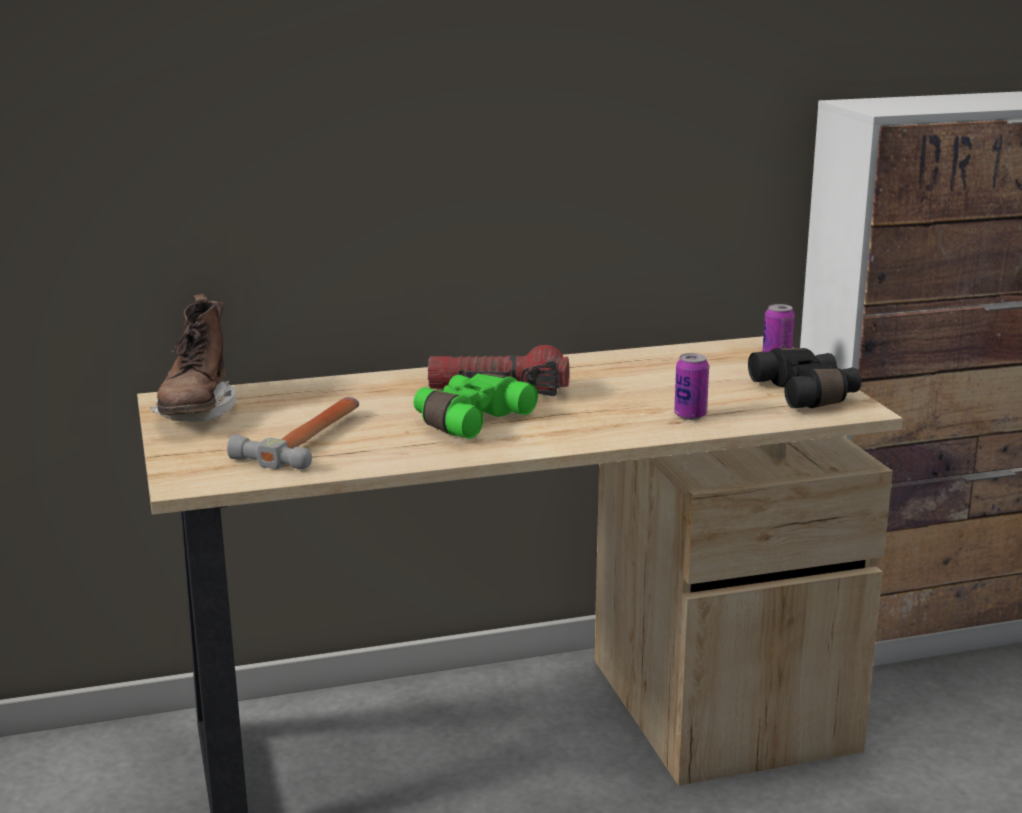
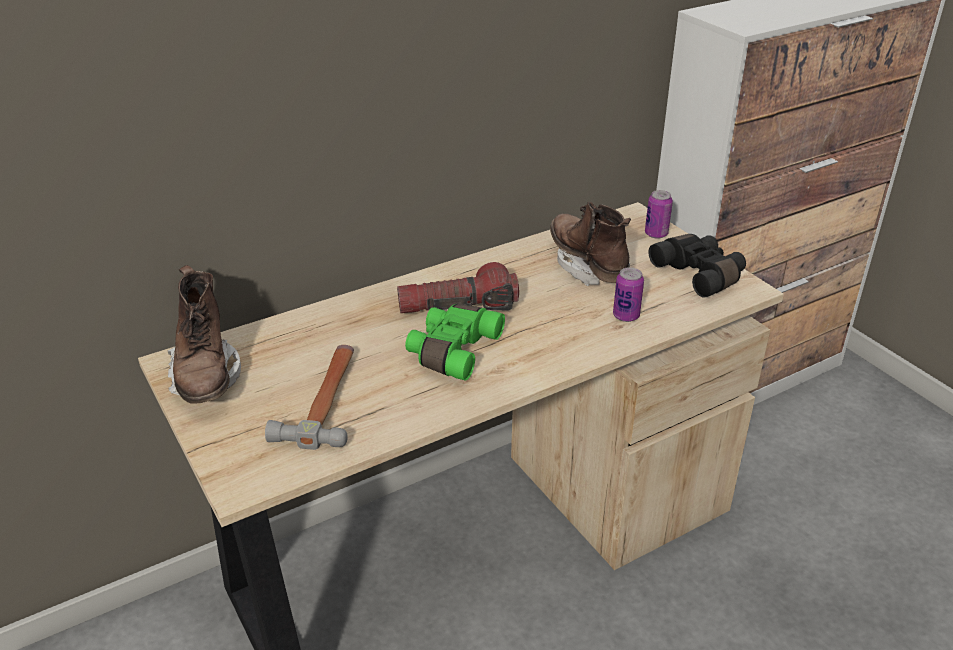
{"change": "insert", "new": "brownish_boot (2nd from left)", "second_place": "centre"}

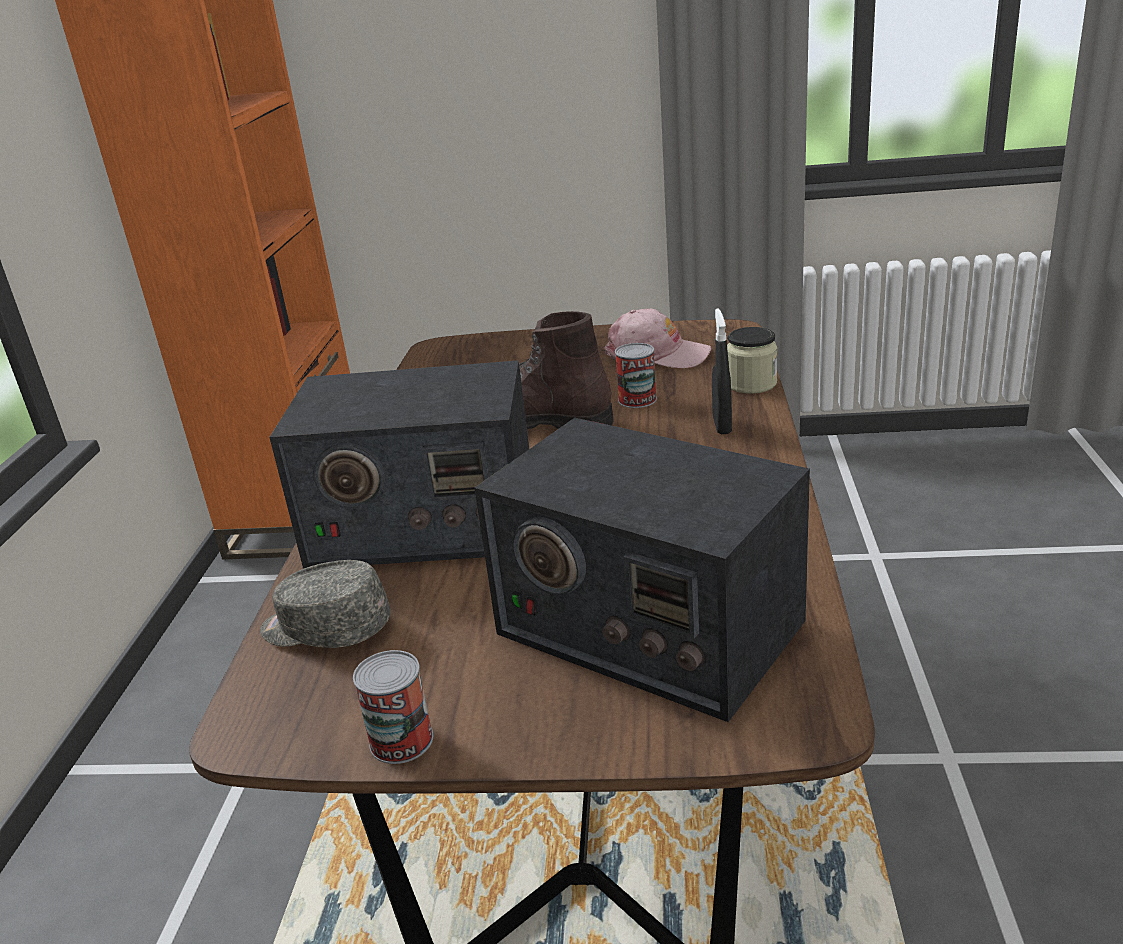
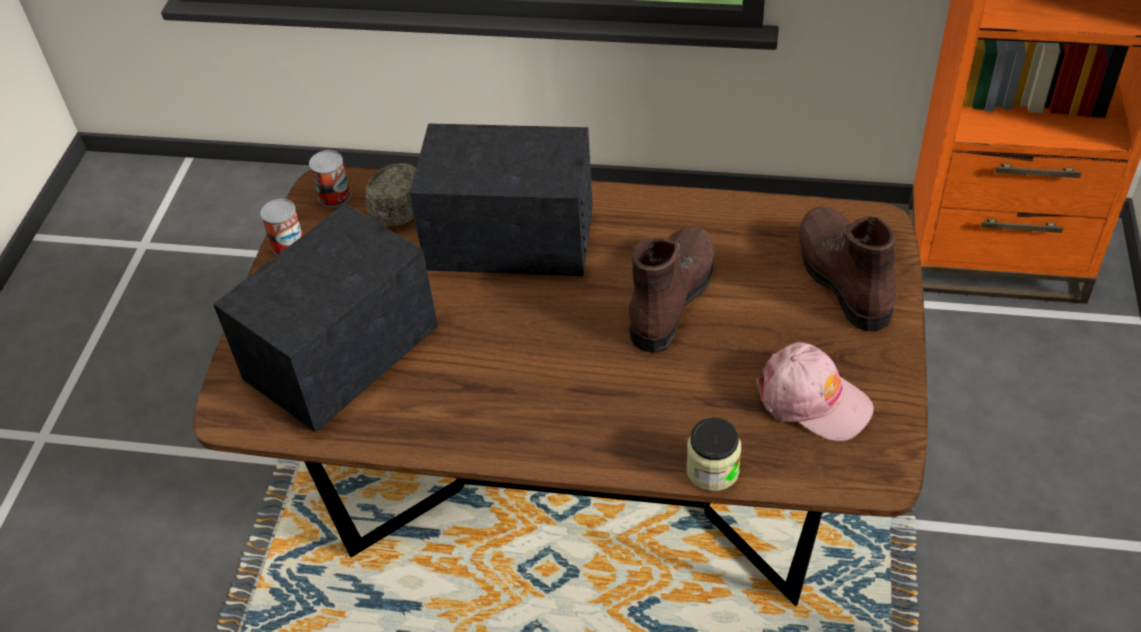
{"change": "rotate", "old": "pink_cap", "first_place": "centre", "second_place": "middle right", "degrees": -75}
{"change": "delete", "old": "blackish_sprayer", "first_place": "centre"}
{"change": "move", "old": "sealed_can (2nd from left)", "first_place": "centre", "second_place": "top left"}
{"change": "rotate", "old": "radio_receiver (1st from left in the first image)", "first_place": "centre", "second_place": "top centre", "degrees": 90}
{"change": "insert", "new": "brownish_boot (2nd from left)", "second_place": "middle right"}

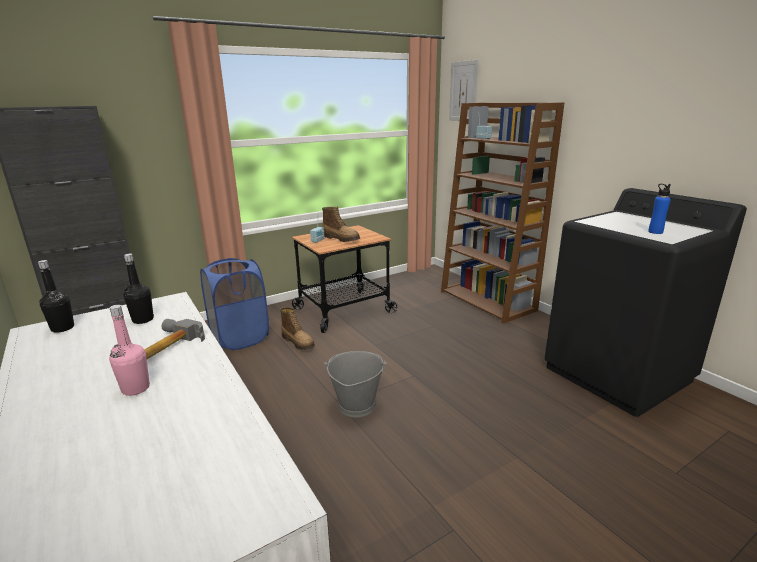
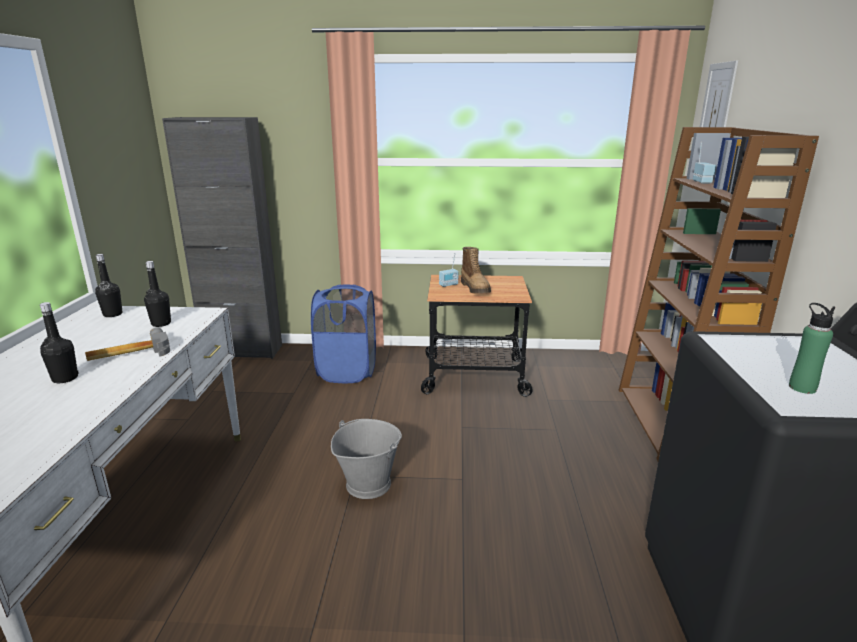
{"change": "recolor", "old": "blue-coloured_drink_bottle", "new": "greenish_drink_bottle", "first_place": "middle right", "second_place": "middle right"}
{"change": "recolor", "old": "pink_drink_bottle", "new": "blackish_drink_bottle (1st from left)", "first_place": "middle left", "second_place": "middle left"}
{"change": "delete", "old": "boot (1st from left)", "first_place": "centre"}

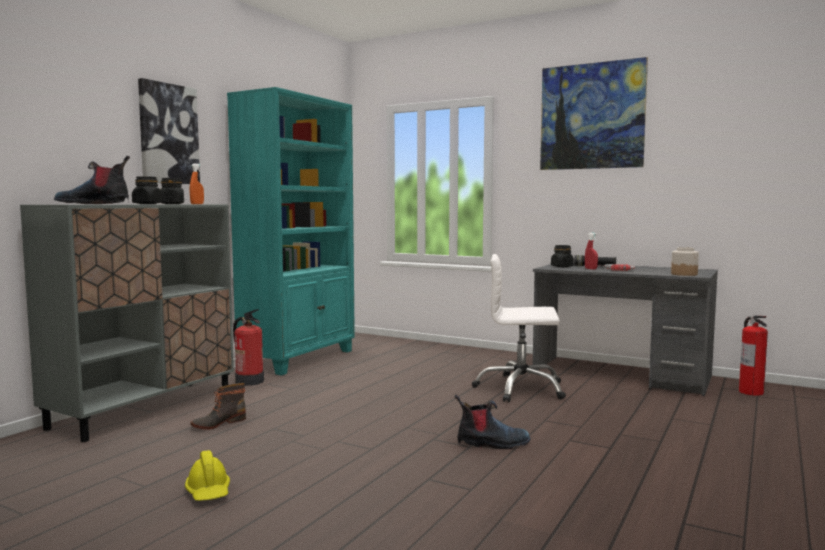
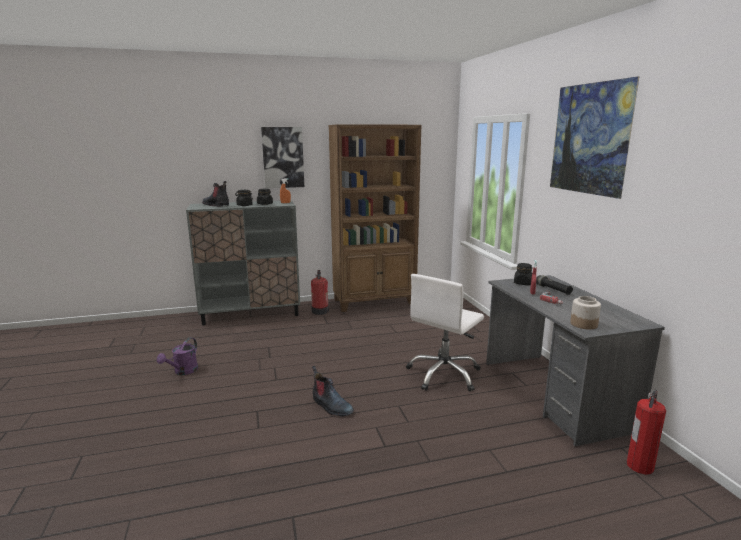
{"change": "recolor", "old": "blue-green_shelving_unit", "new": "brownish_shelving_unit", "first_place": "centre", "second_place": "centre"}
{"change": "rotate", "old": "white-coloured_computer_chair", "first_place": "centre", "second_place": "centre", "degrees": -105}
{"change": "delete", "old": "boot (2nd from left)", "first_place": "bottom left"}
{"change": "replace", "old": "yellow_hard_hat", "new": "purple_watering_can", "first_place": "bottom left", "second_place": "middle left"}

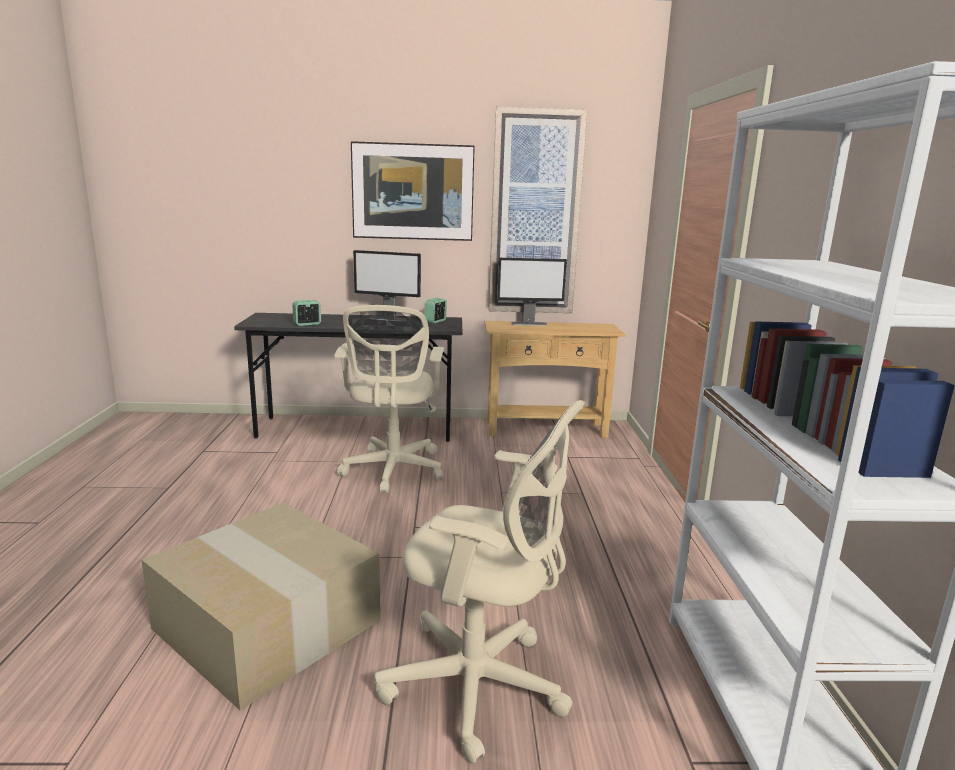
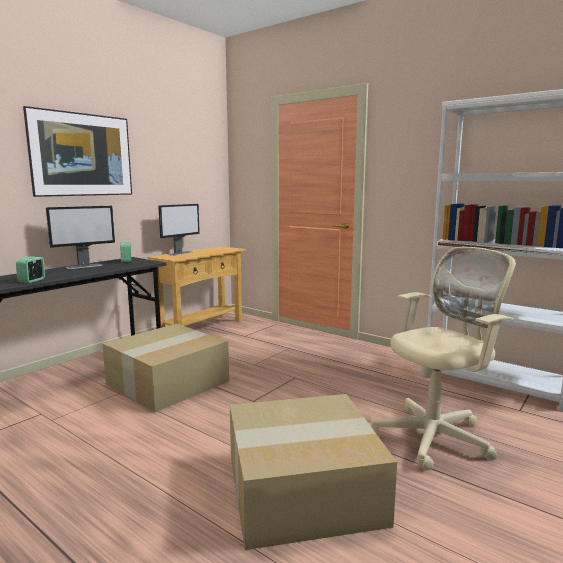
{"change": "delete", "old": "picture (2nd from left)", "first_place": "top centre"}
{"change": "replace", "old": "beige-coloured_computer_chair (1st from left)", "new": "packing_box (1st from left)", "first_place": "centre", "second_place": "middle left"}

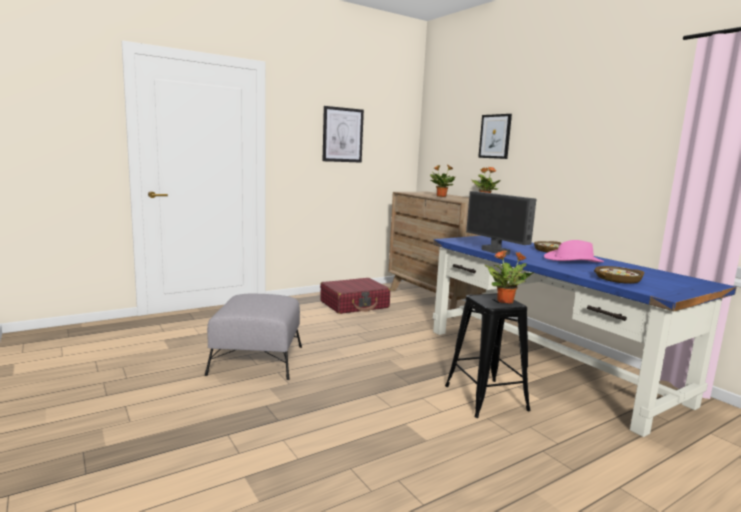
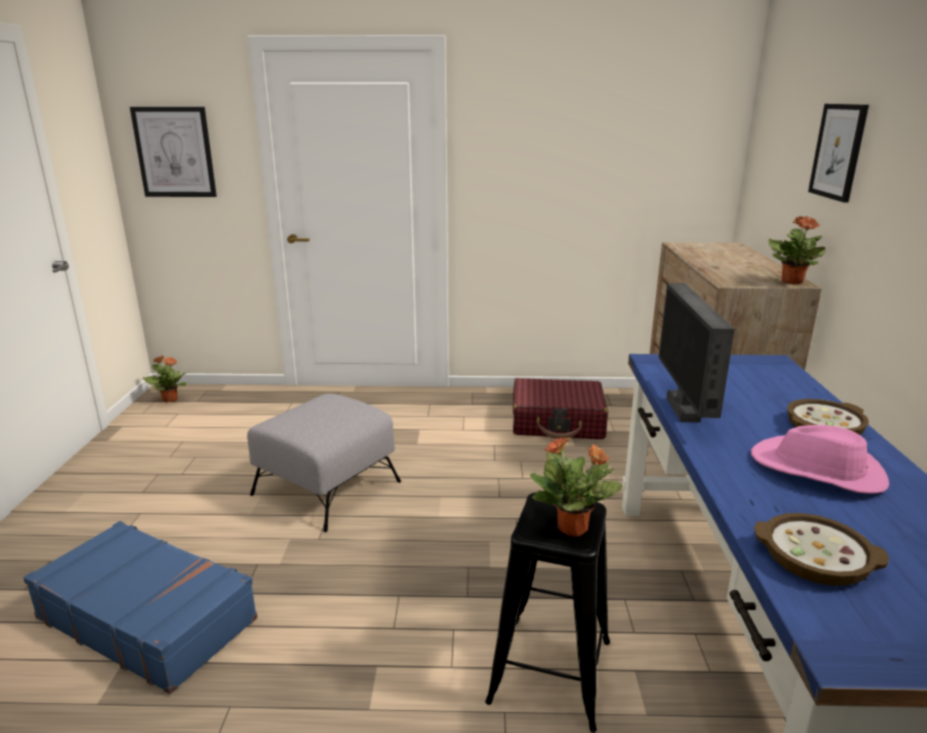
{"change": "move", "old": "picture (1st from left)", "first_place": "top centre", "second_place": "top left"}
{"change": "move", "old": "plant_in_a_pot (1st from left)", "first_place": "centre", "second_place": "middle left"}
{"change": "insert", "new": "blue-coloured_piece_of_luggage", "second_place": "bottom left"}

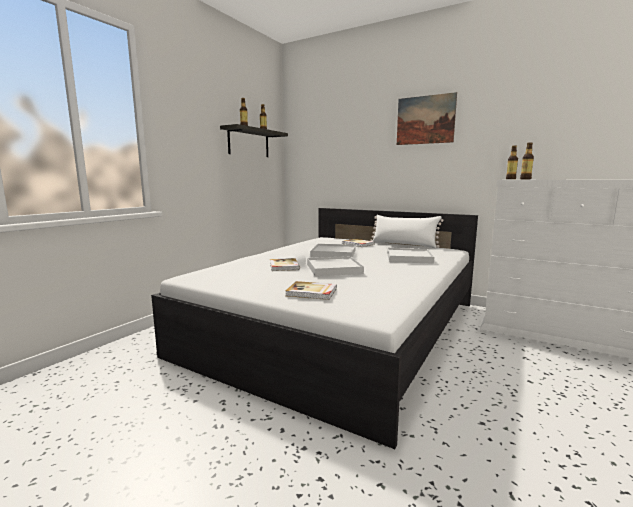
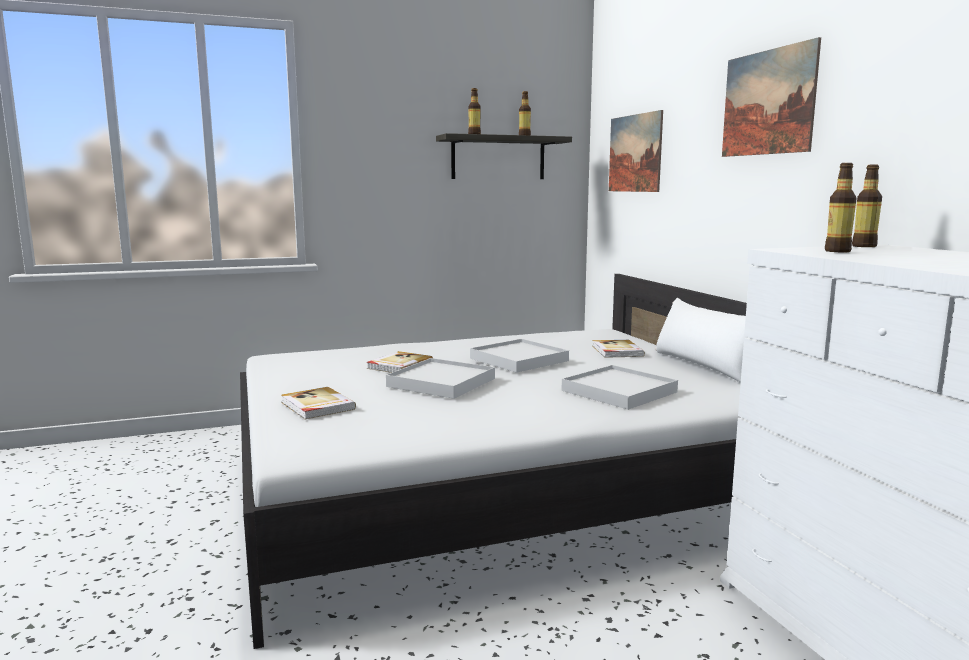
{"change": "insert", "new": "picture (1st from left)", "second_place": "top centre"}

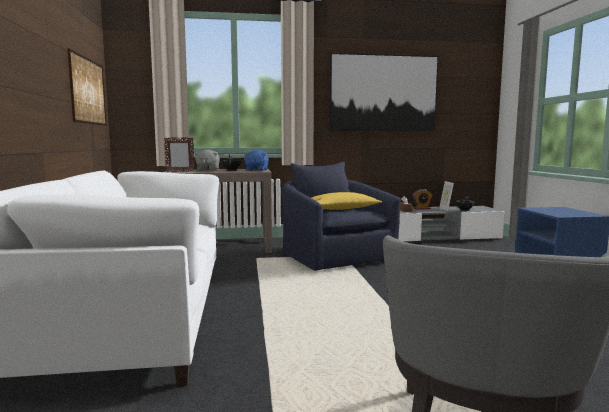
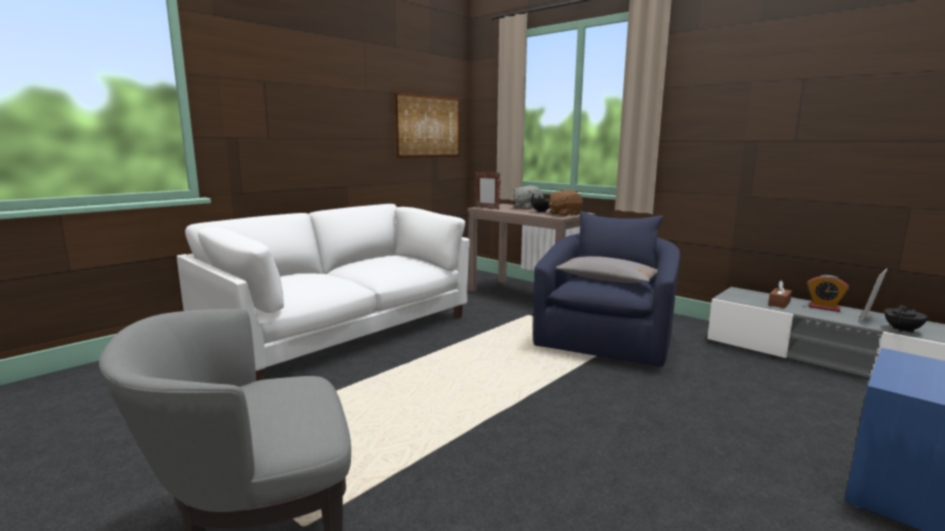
{"change": "delete", "old": "picture (2nd from left)", "first_place": "top centre"}
{"change": "recolor", "old": "blue-coloured_plush_toy", "new": "brownish_plush_toy", "first_place": "centre", "second_place": "centre"}
{"change": "recolor", "old": "yellow_cushion", "new": "greyish_cushion", "first_place": "centre", "second_place": "centre"}

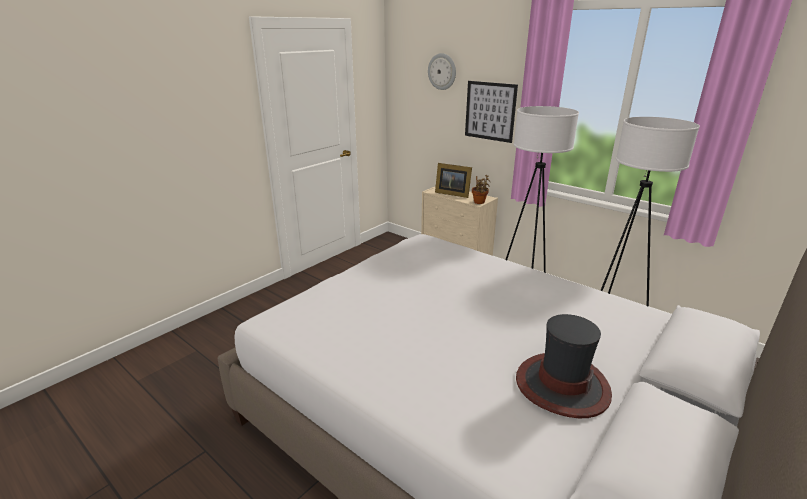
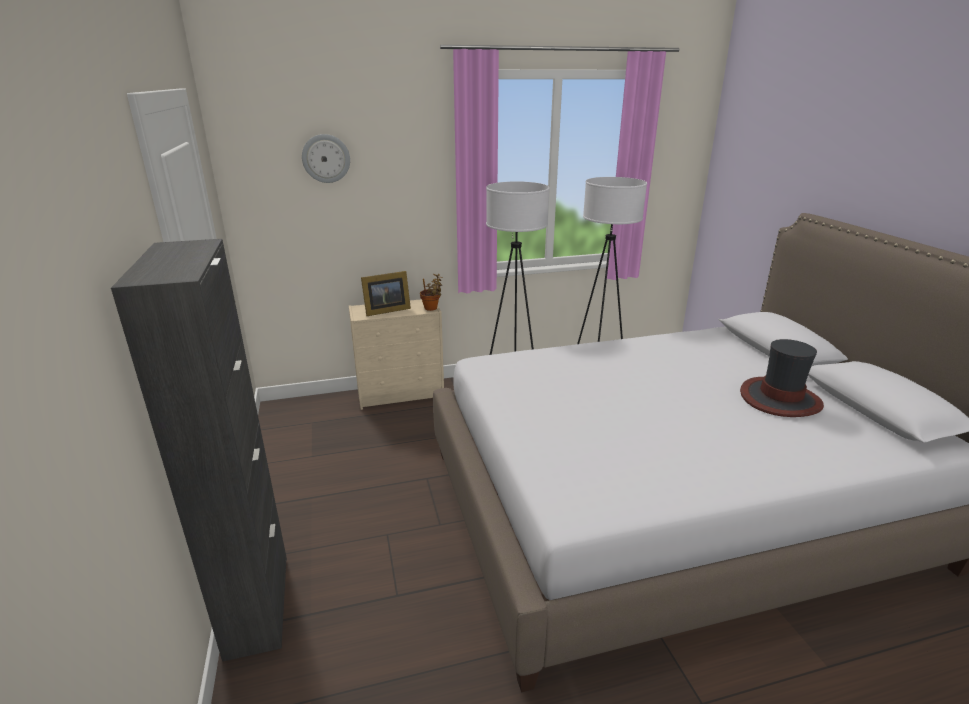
{"change": "delete", "old": "picture", "first_place": "top centre"}
{"change": "insert", "new": "blackish_cabinet", "second_place": "middle left"}

